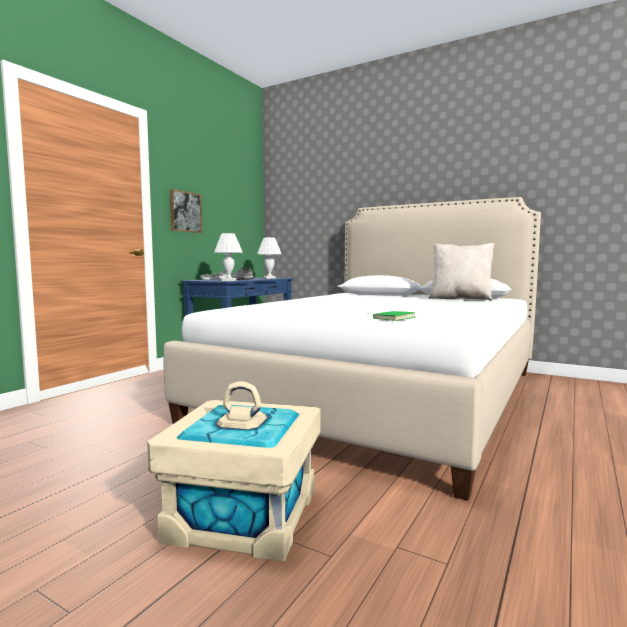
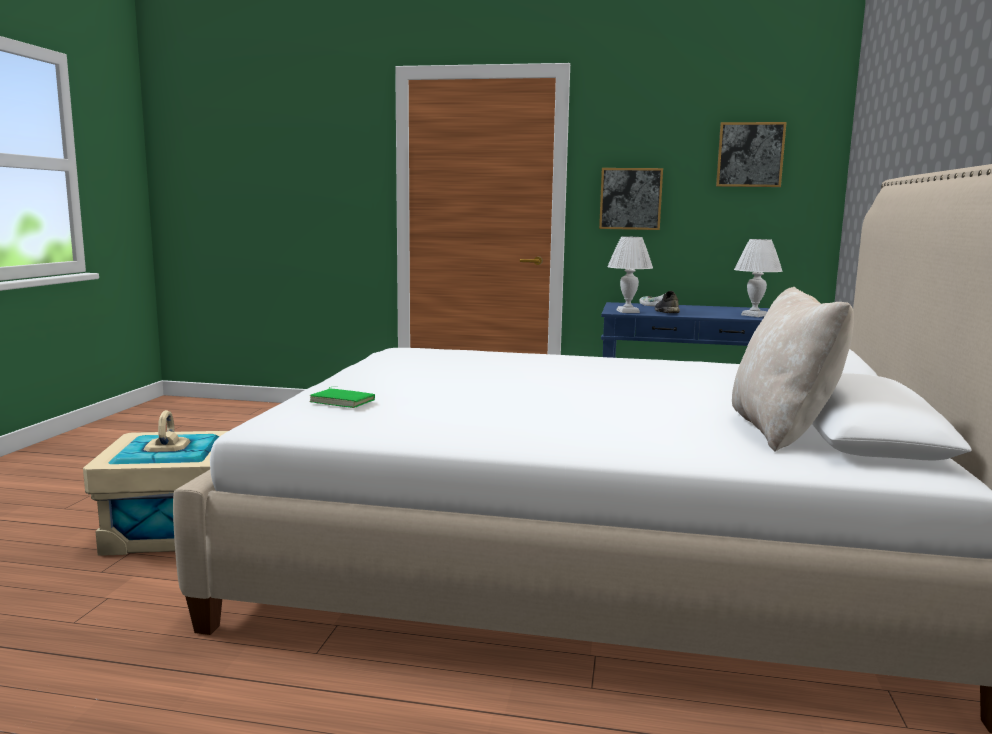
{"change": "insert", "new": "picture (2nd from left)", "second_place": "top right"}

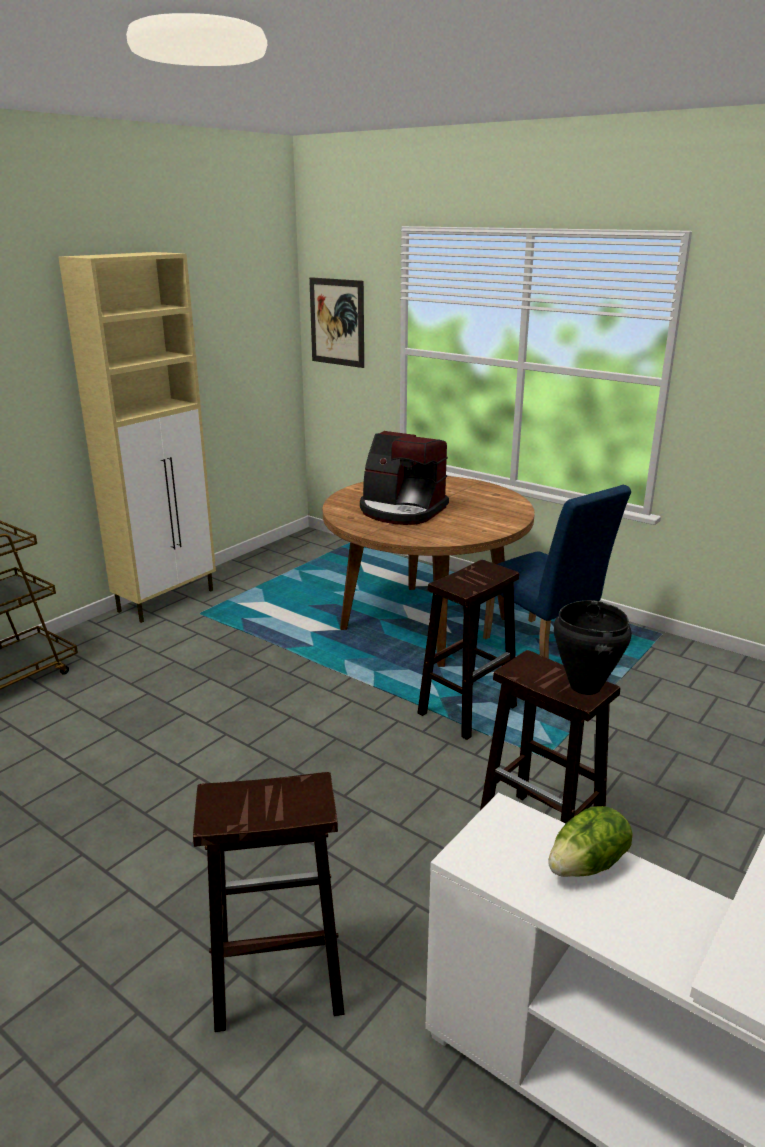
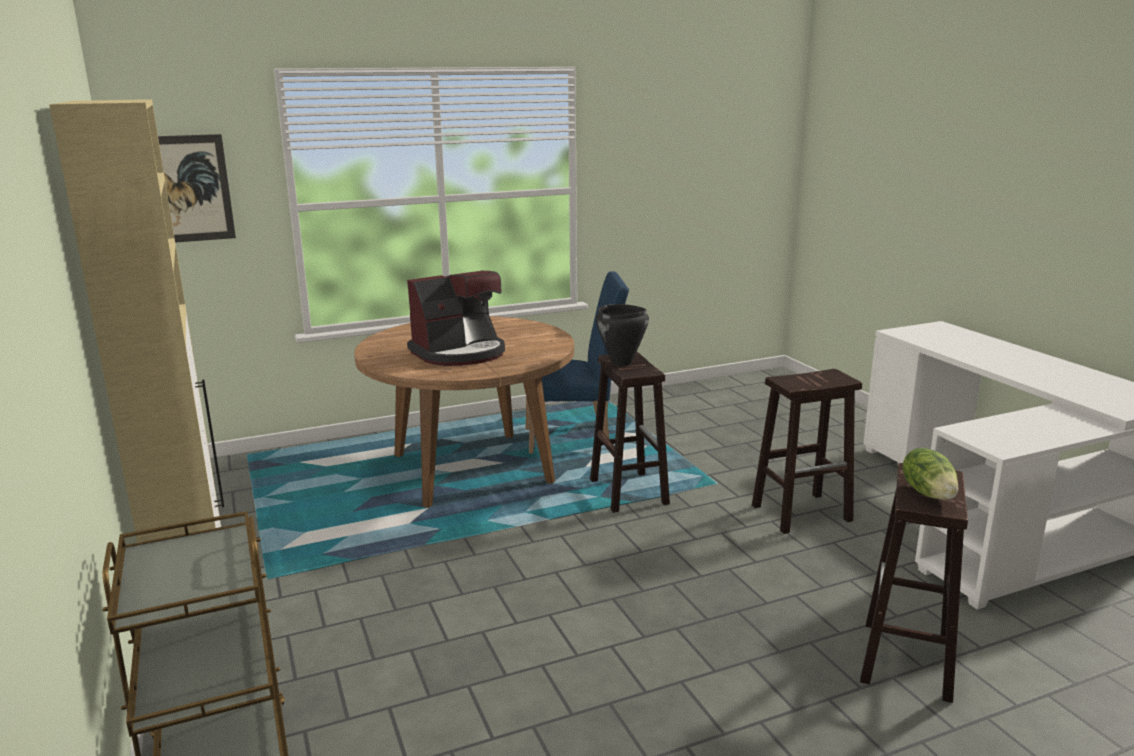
{"change": "move", "old": "blackish_saucepot", "first_place": "middle right", "second_place": "centre"}
{"change": "move", "old": "head_of_lettuce", "first_place": "bottom right", "second_place": "middle right"}

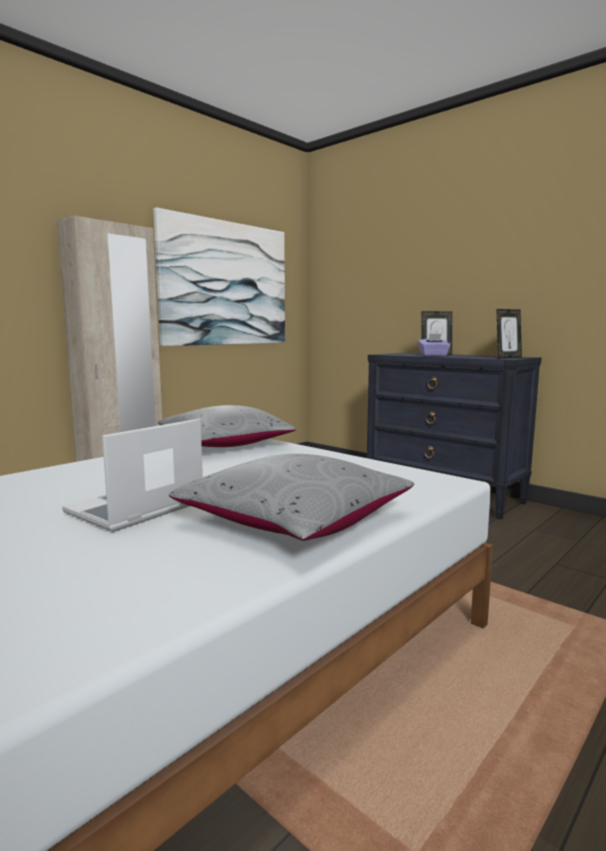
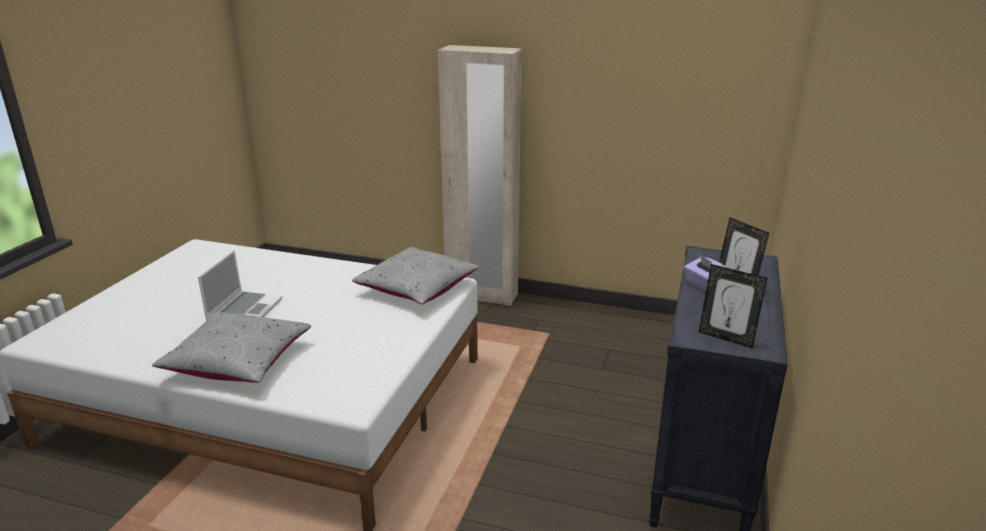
{"change": "delete", "old": "picture", "first_place": "top centre"}
{"change": "rotate", "old": "notebook_computer", "first_place": "middle left", "second_place": "middle left", "degrees": 90}

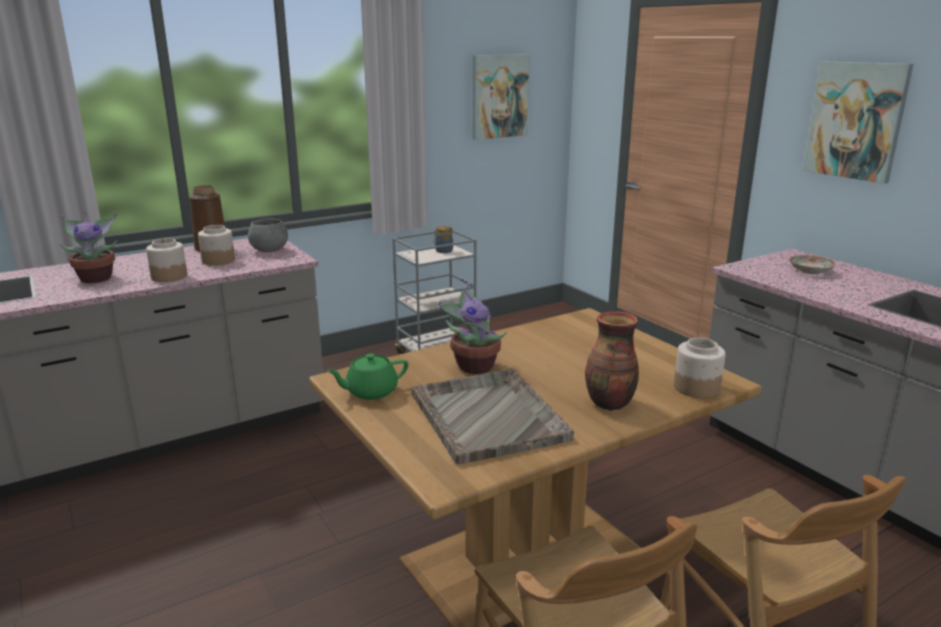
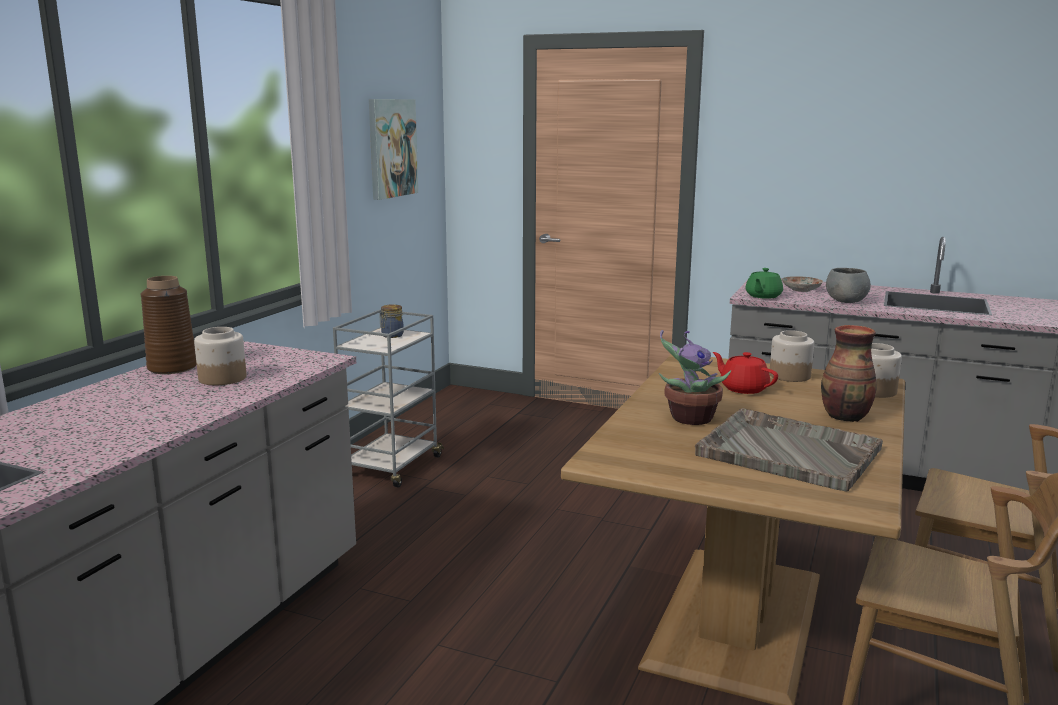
{"change": "delete", "old": "picture (2nd from left)", "first_place": "top right"}
{"change": "delete", "old": "plant_in_a_pot (1st from left)", "first_place": "middle left"}
{"change": "move", "old": "greyish_bowl", "first_place": "middle left", "second_place": "middle right"}
{"change": "move", "old": "preserve_jar (1st from left in the first image)", "new": "preserve_jar (3rd from left)", "first_place": "middle left", "second_place": "middle right"}
{"change": "move", "old": "greenish_tea_pot", "first_place": "centre", "second_place": "middle right"}
{"change": "insert", "new": "red-coloured_tea_pot", "second_place": "middle right"}

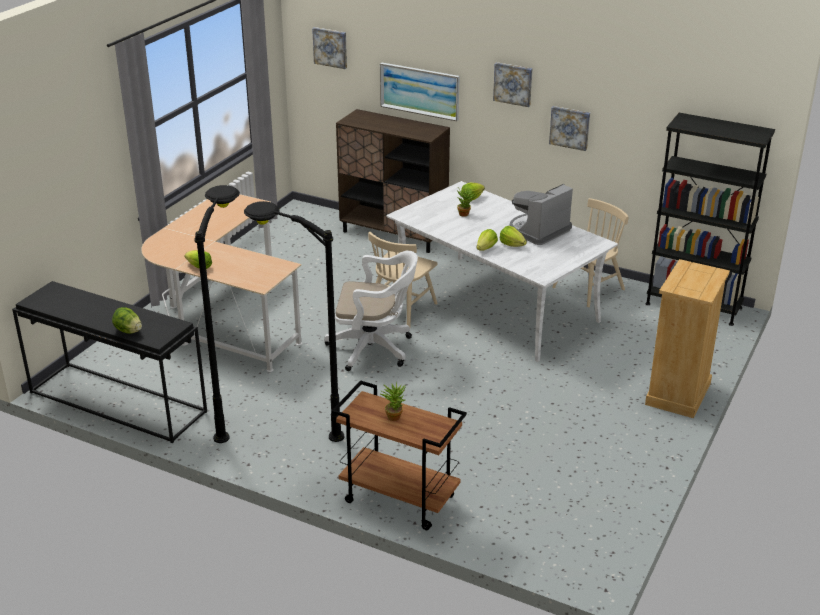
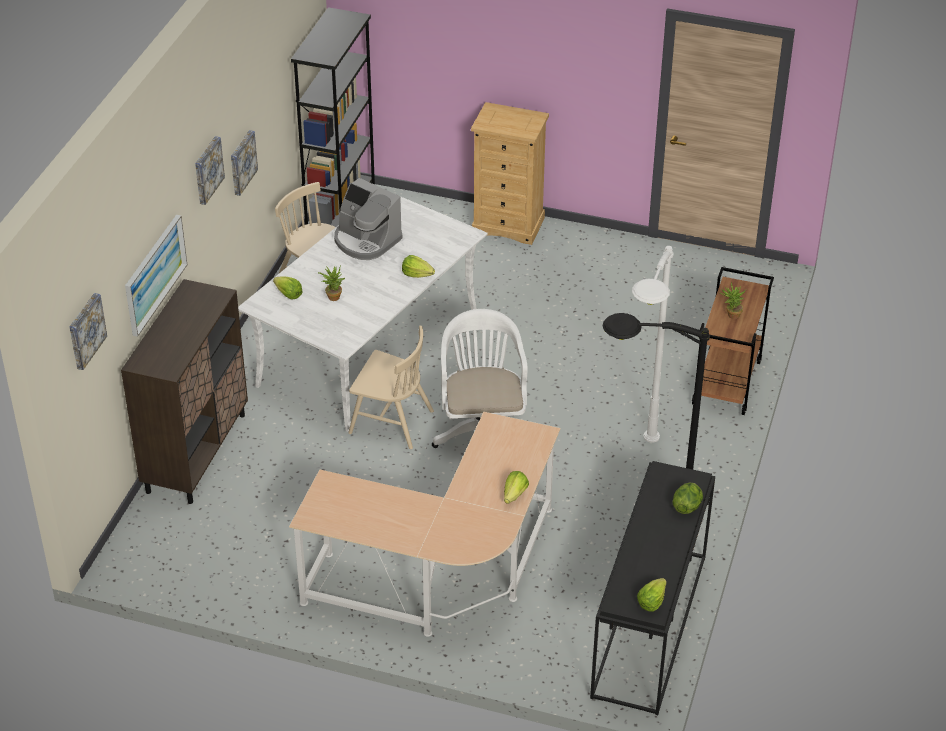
{"change": "recolor", "old": "blackish_standard_lamp (2nd from left)", "new": "white-coloured_standard_lamp", "first_place": "centre", "second_place": "middle right"}
{"change": "move", "old": "head_of_lettuce (5th from left in the first image)", "new": "head_of_lettuce (4th from left)", "first_place": "centre", "second_place": "bottom right"}

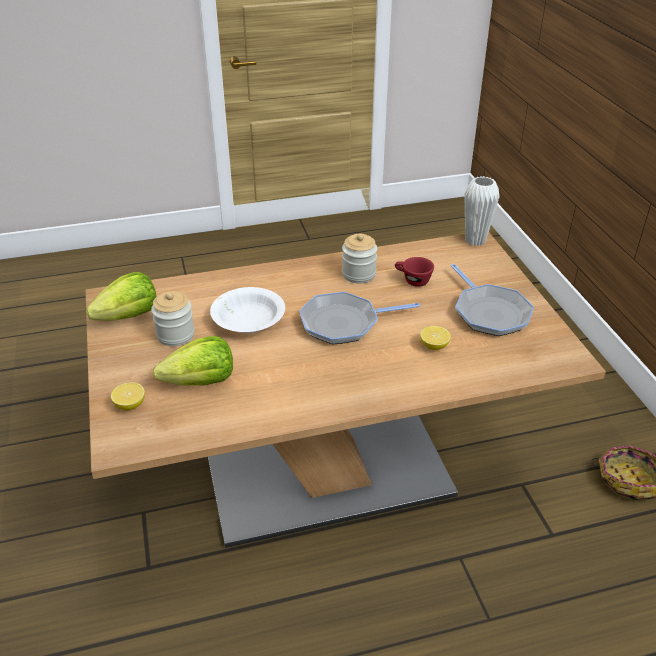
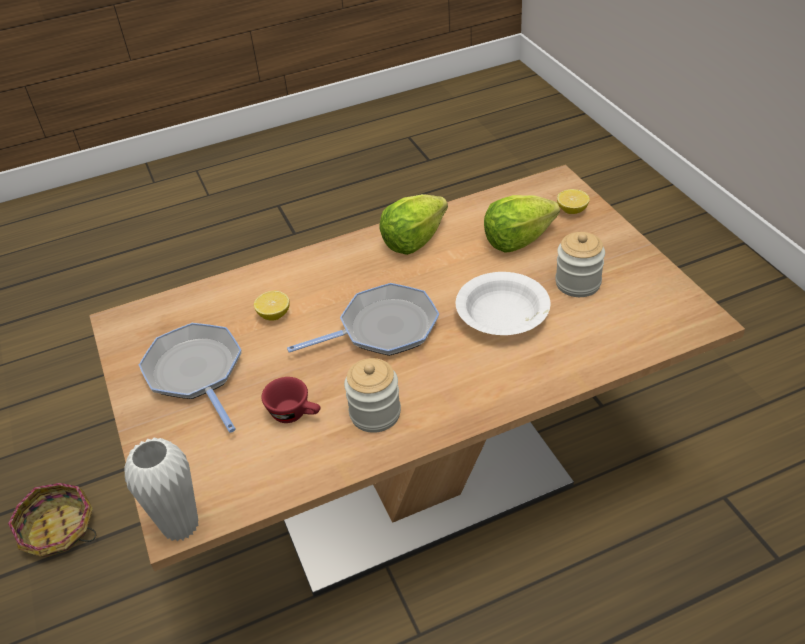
{"change": "move", "old": "head_of_lettuce (1st from left)", "first_place": "middle left", "second_place": "centre"}

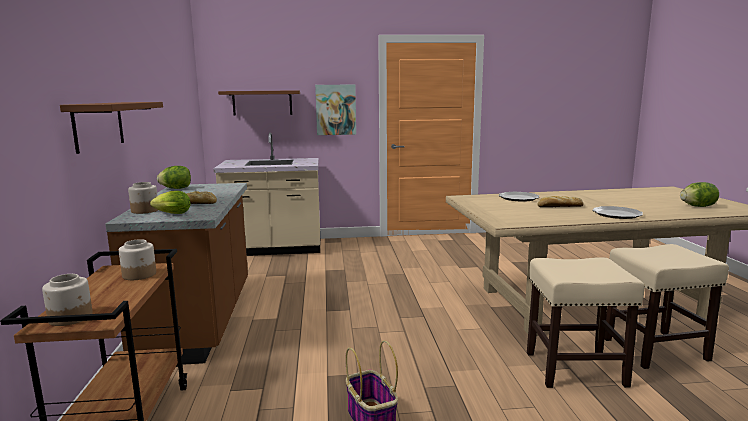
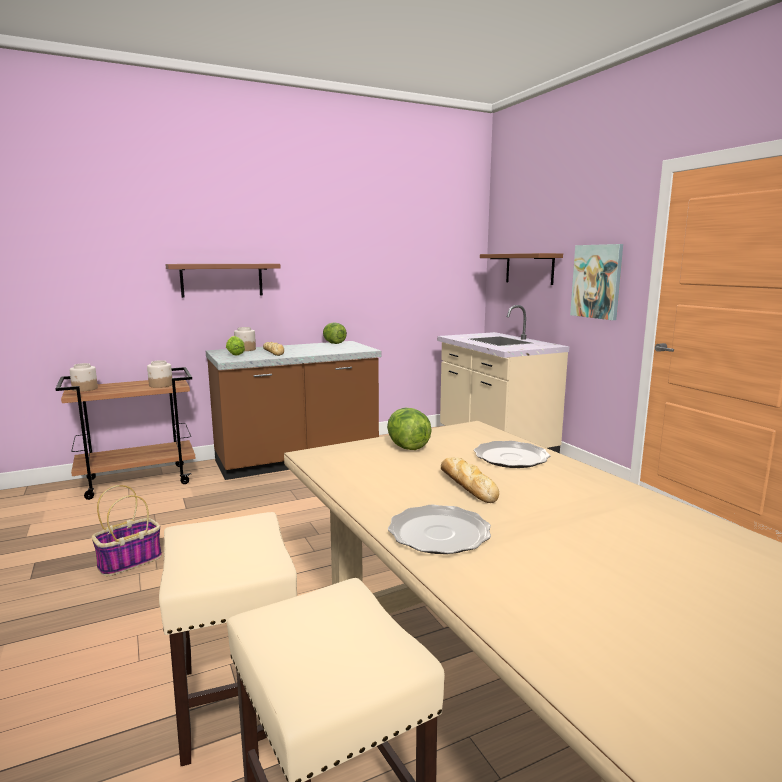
{"change": "move", "old": "head_of_lettuce (3rd from left)", "first_place": "middle right", "second_place": "centre"}

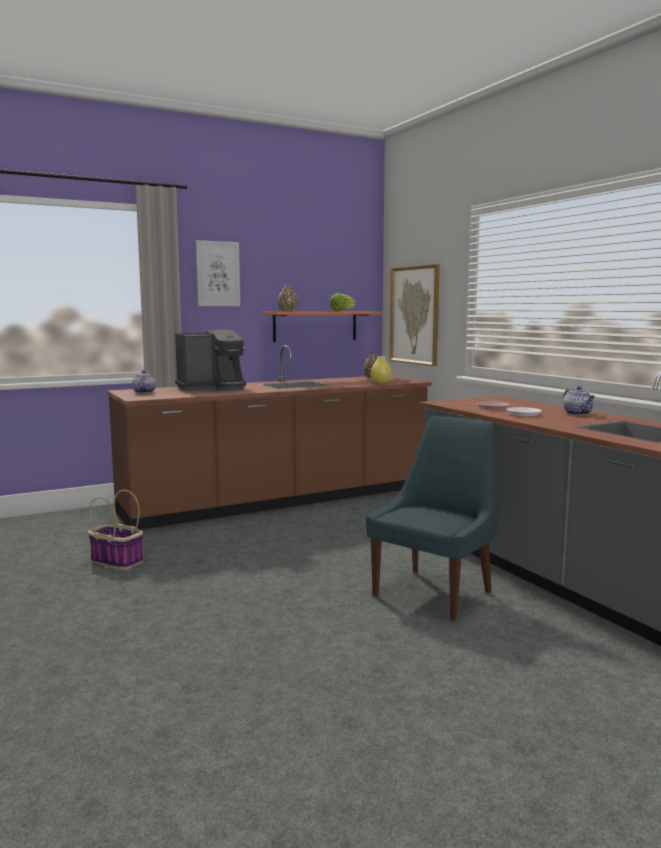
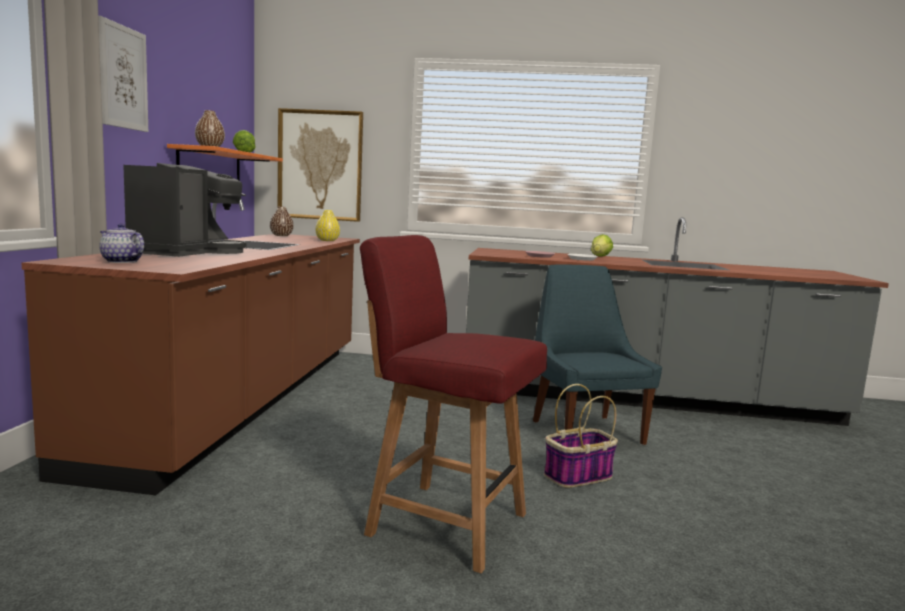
{"change": "replace", "old": "tea_pot (2nd from left)", "new": "head_of_lettuce (2nd from left)", "first_place": "middle right", "second_place": "centre"}
{"change": "move", "old": "household_basket", "first_place": "middle left", "second_place": "bottom centre"}
{"change": "insert", "new": "red-coloured_upright_chair", "second_place": "centre"}

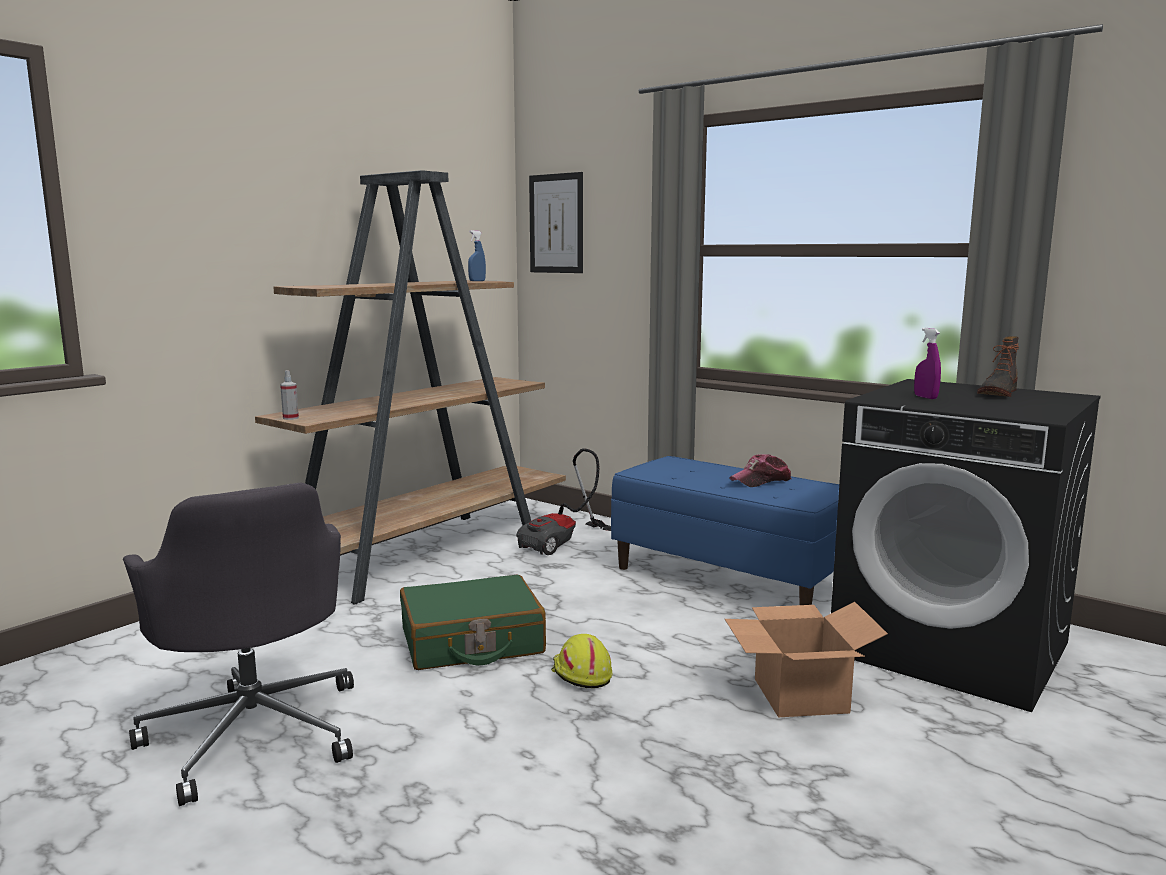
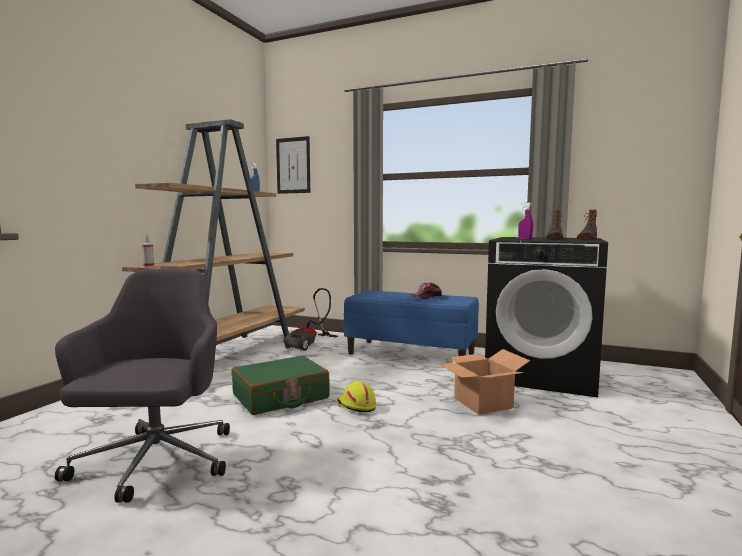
{"change": "rotate", "old": "greyish_computer_chair", "first_place": "bottom left", "second_place": "bottom left", "degrees": -135}
{"change": "insert", "new": "boot (2nd from left)", "second_place": "middle right"}

